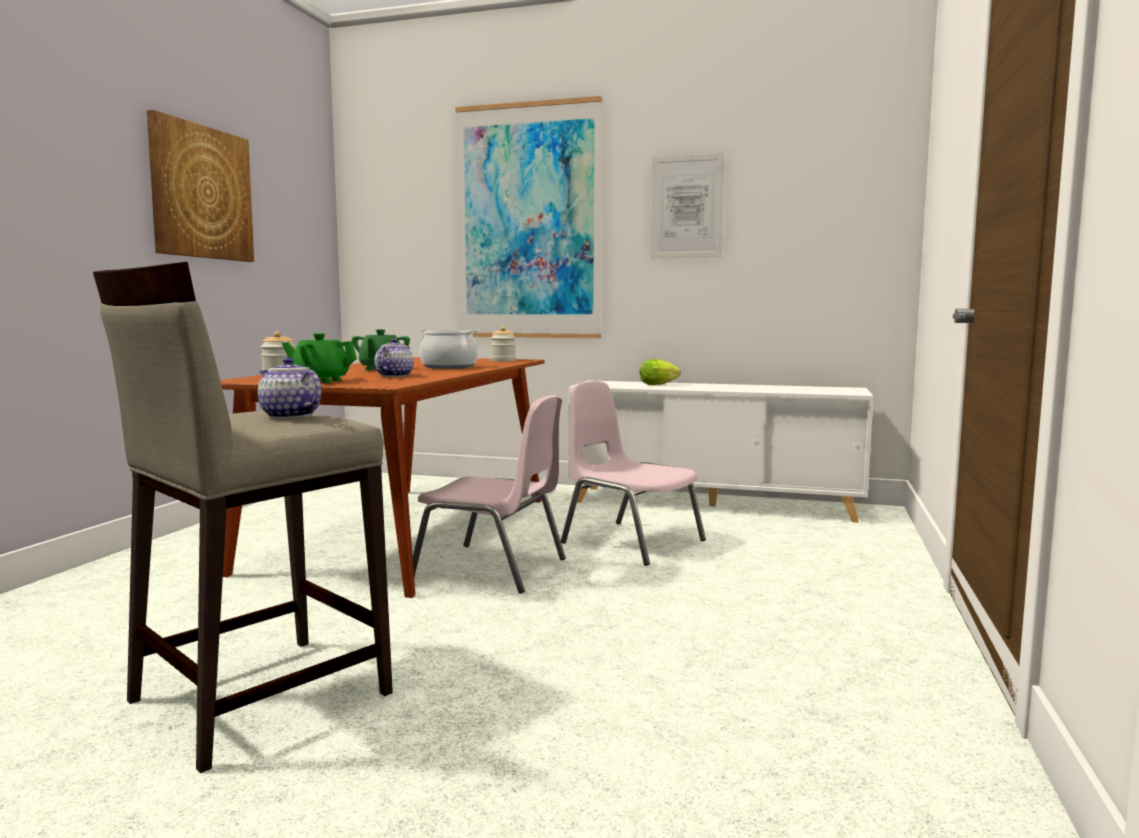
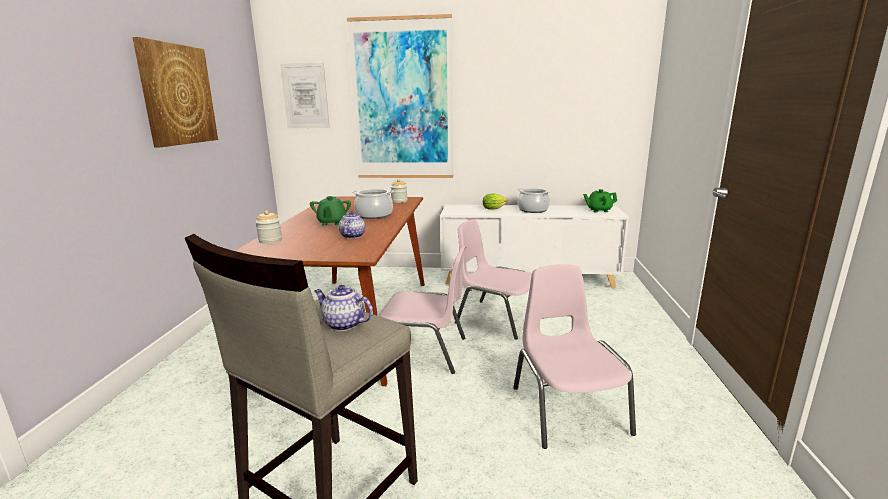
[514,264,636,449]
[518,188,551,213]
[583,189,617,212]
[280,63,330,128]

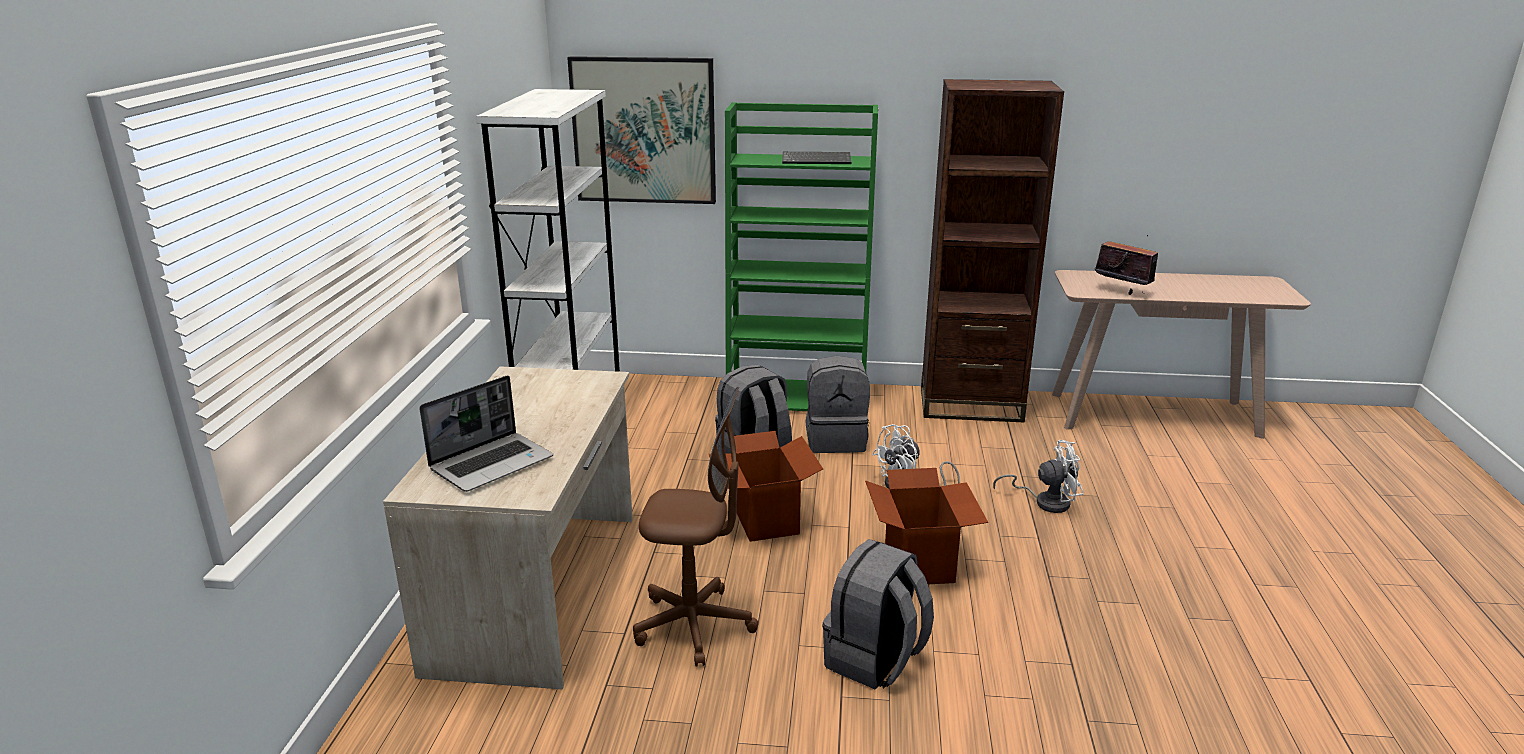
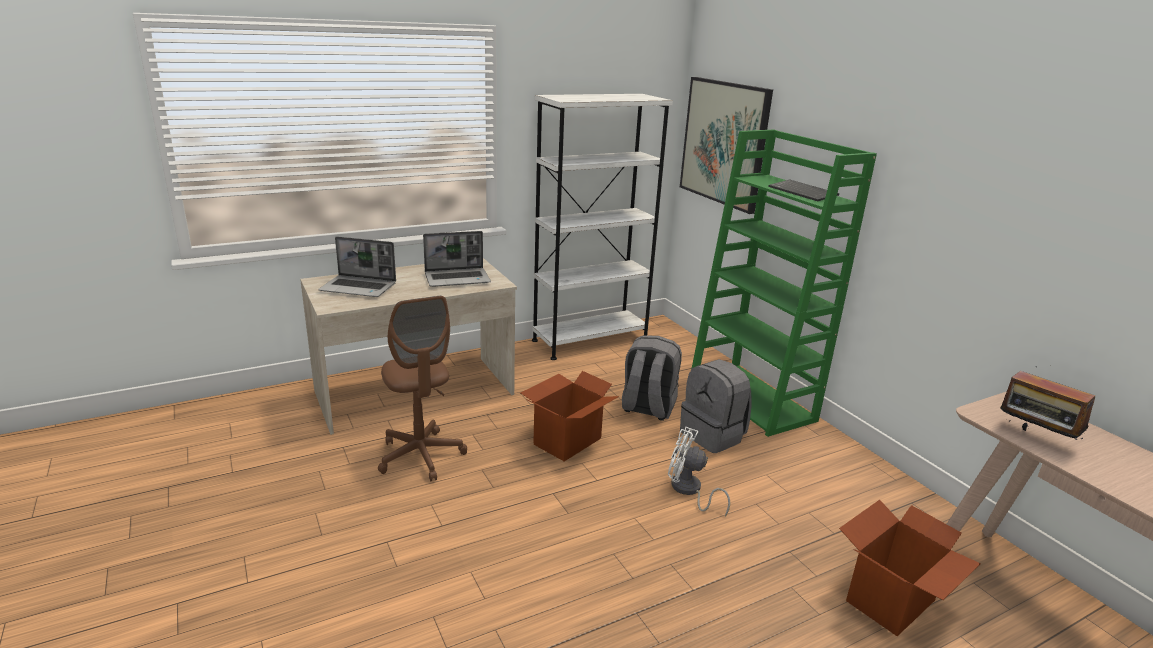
[822,539,934,690] (first image)
[921,79,1064,422] (first image)
[993,440,1083,513] (first image)
[423,231,491,287]
[839,500,981,636]
[1000,366,1095,442]

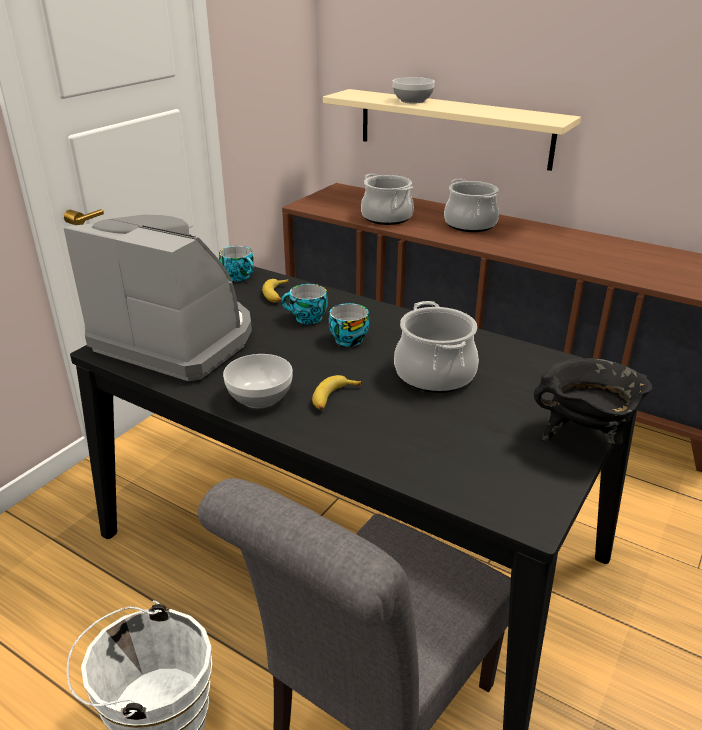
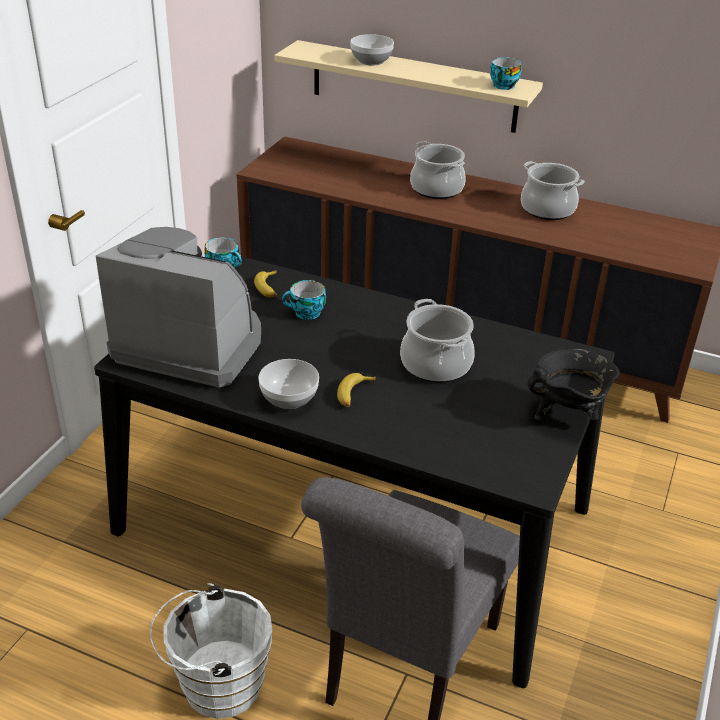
[490,57,522,90]
[521,161,584,220]

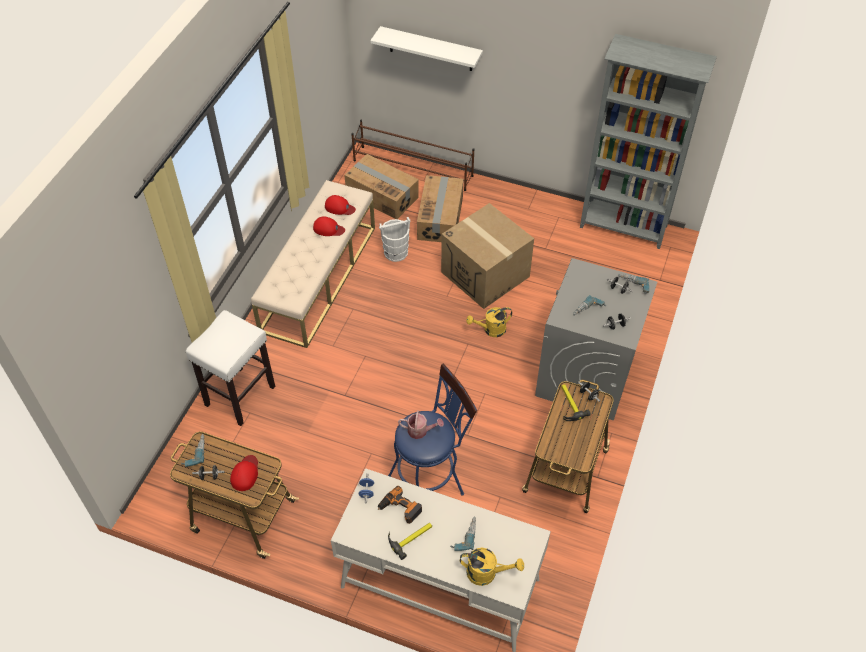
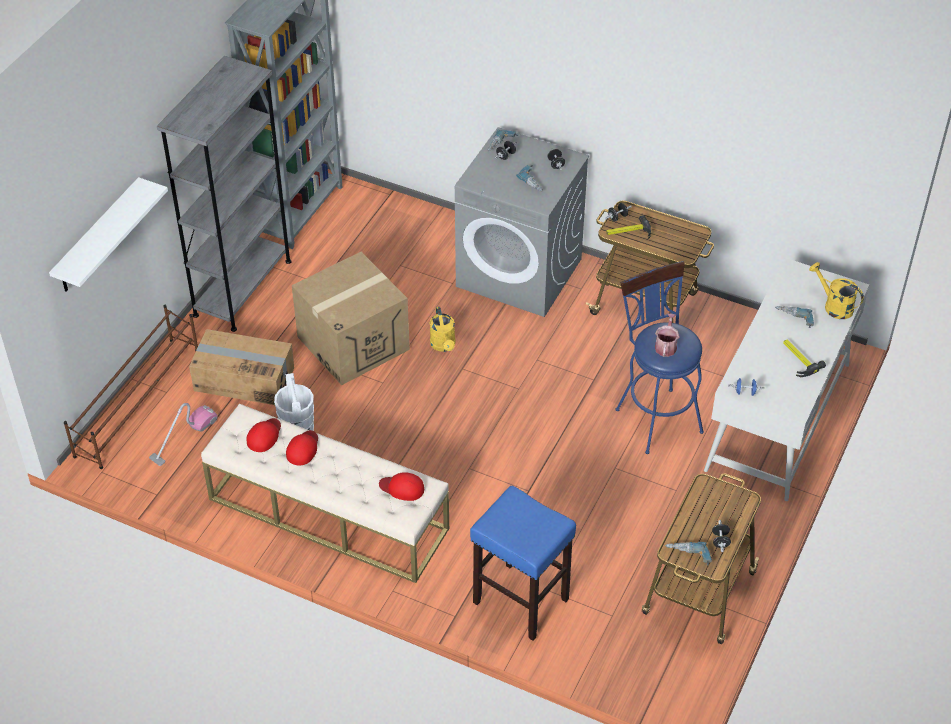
[378,486,422,524] (first image)
[157,56,292,332]
[379,472,424,501]
[149,403,218,466]
[470,486,576,641]
[809,262,864,319]

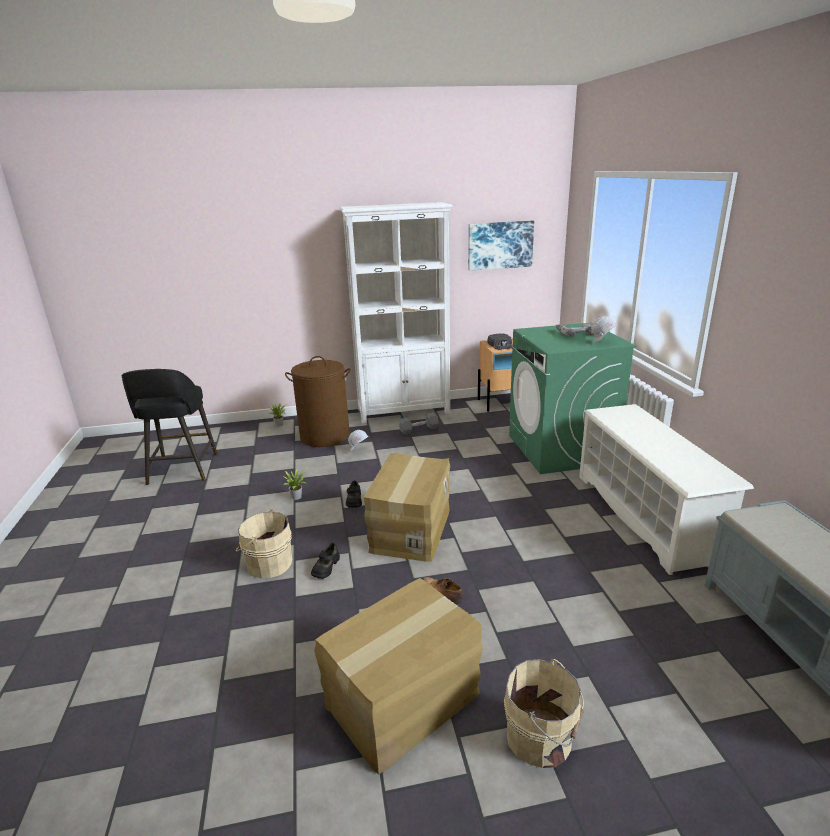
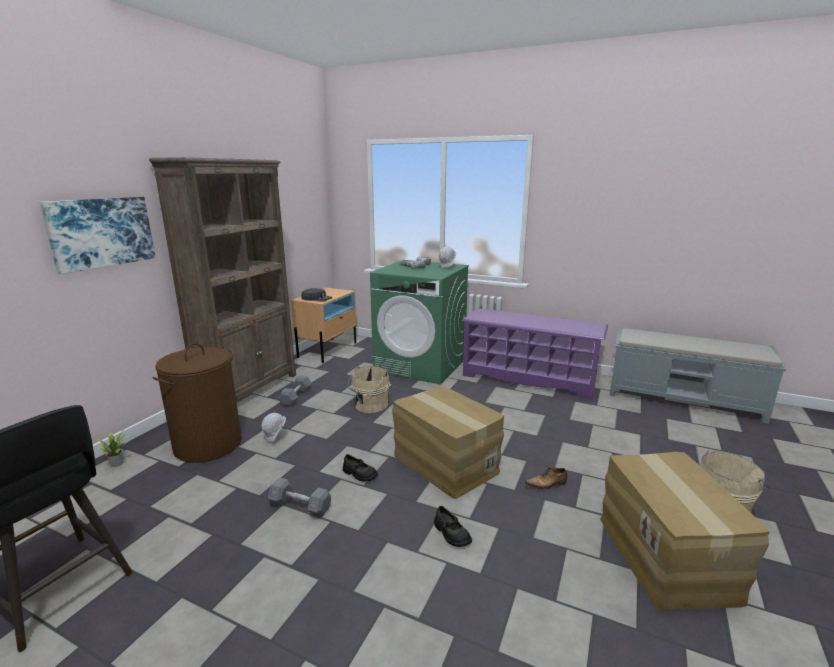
[348,366,390,413]
[39,197,155,274]
[268,477,331,518]
[149,157,296,401]
[462,308,608,400]

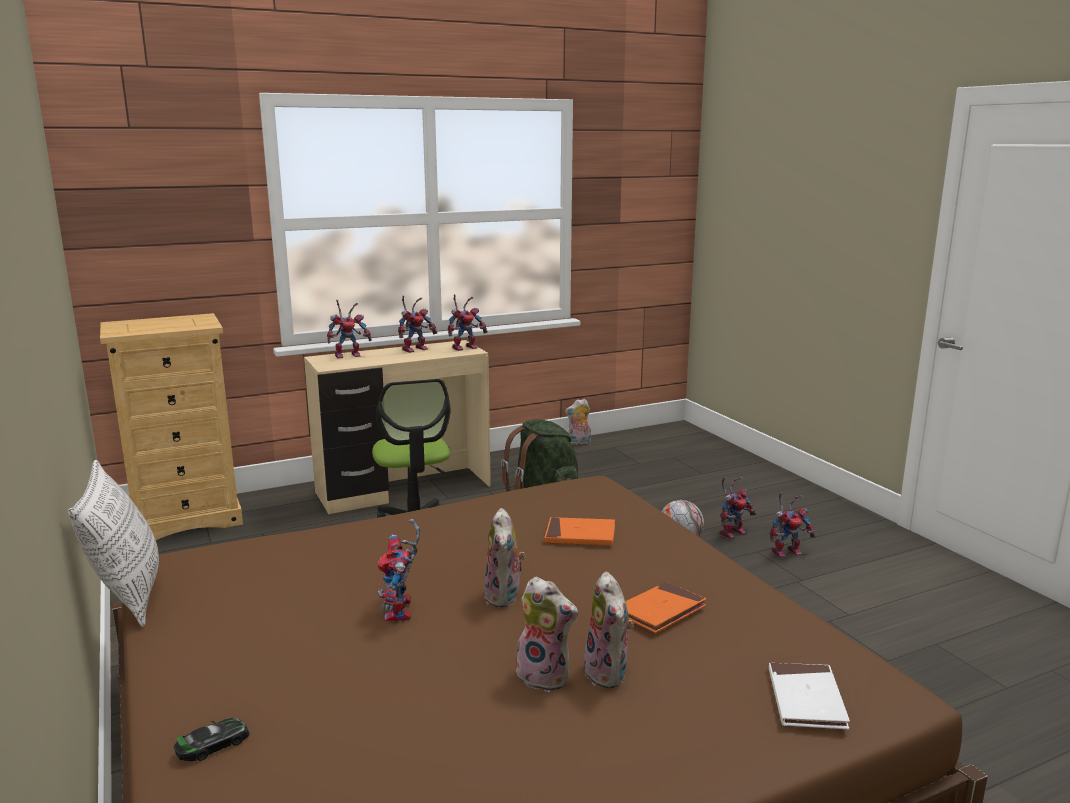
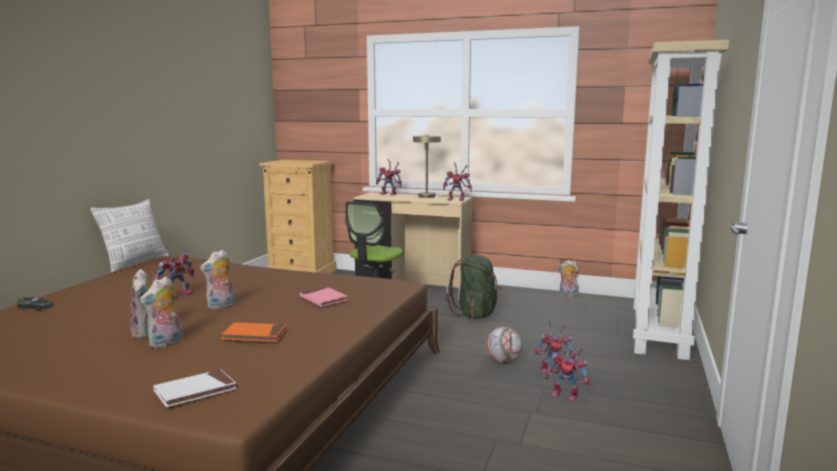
[633,40,730,360]
[413,135,457,198]
[300,286,348,307]

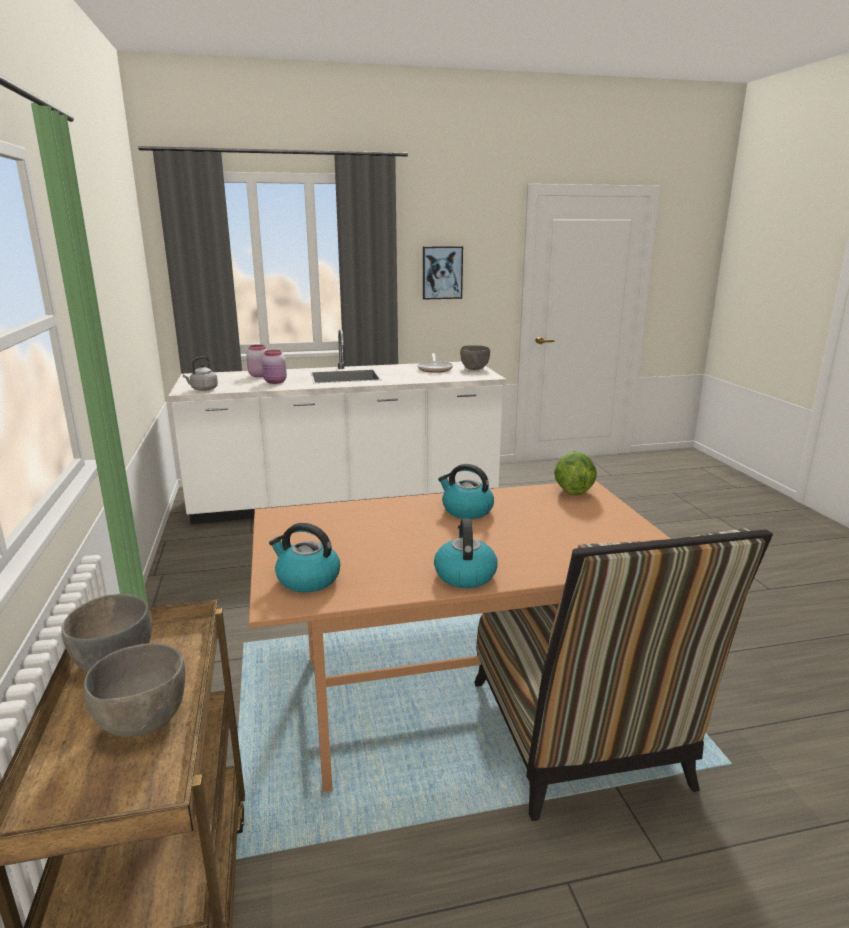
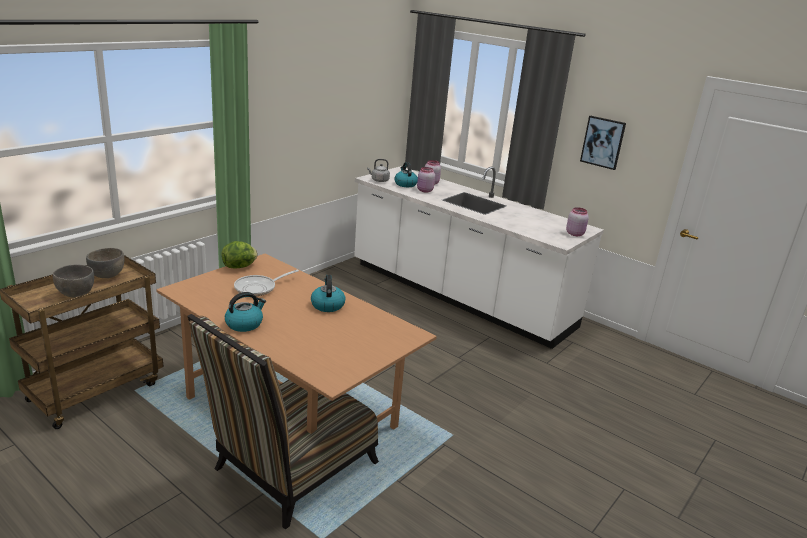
[394,162,418,187]
[234,270,299,296]
[221,241,258,268]
[566,207,589,236]

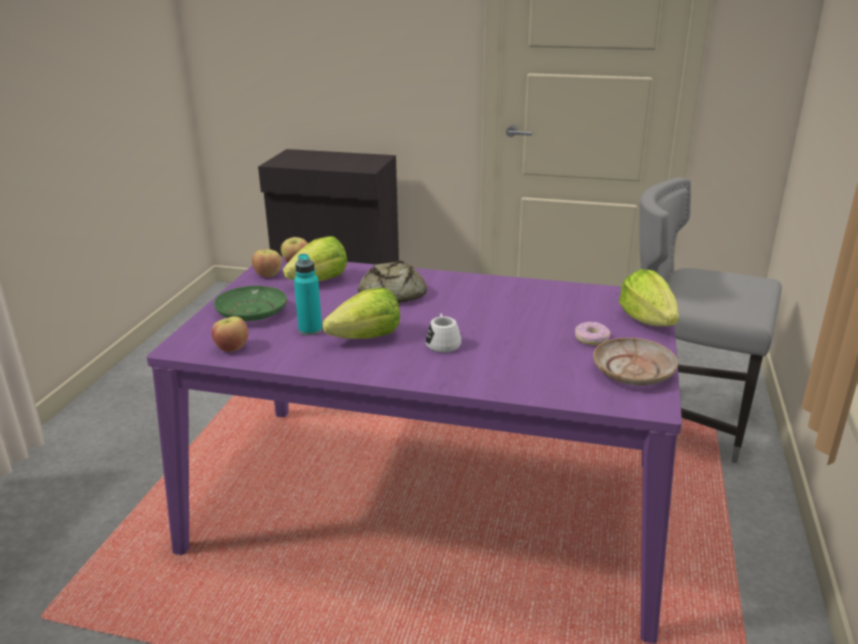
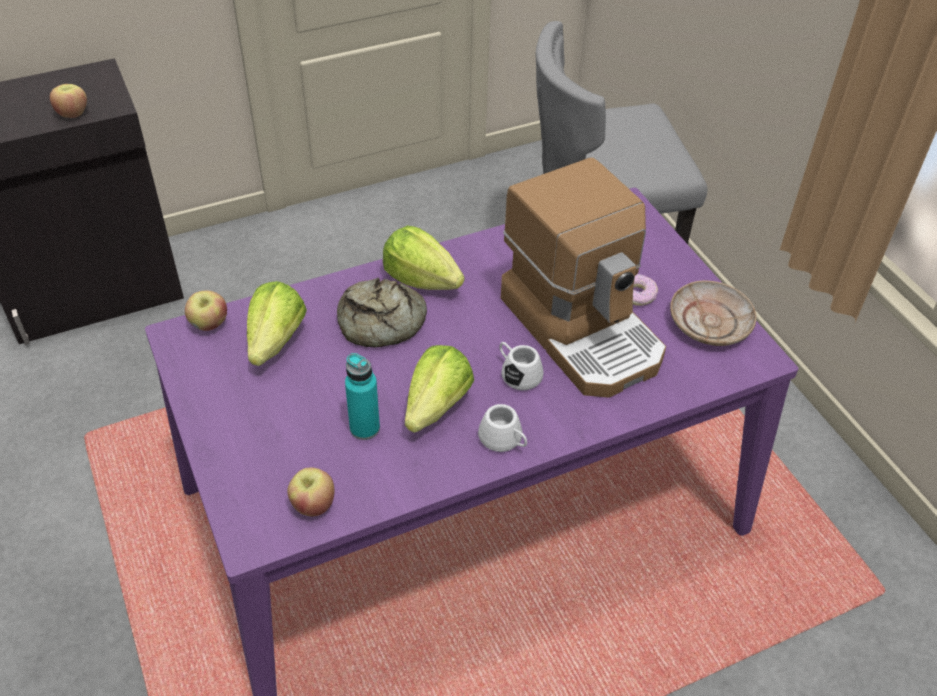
[214,286,287,321] (first image)
[478,404,527,452]
[501,158,666,398]
[50,84,87,118]
[383,226,464,290]

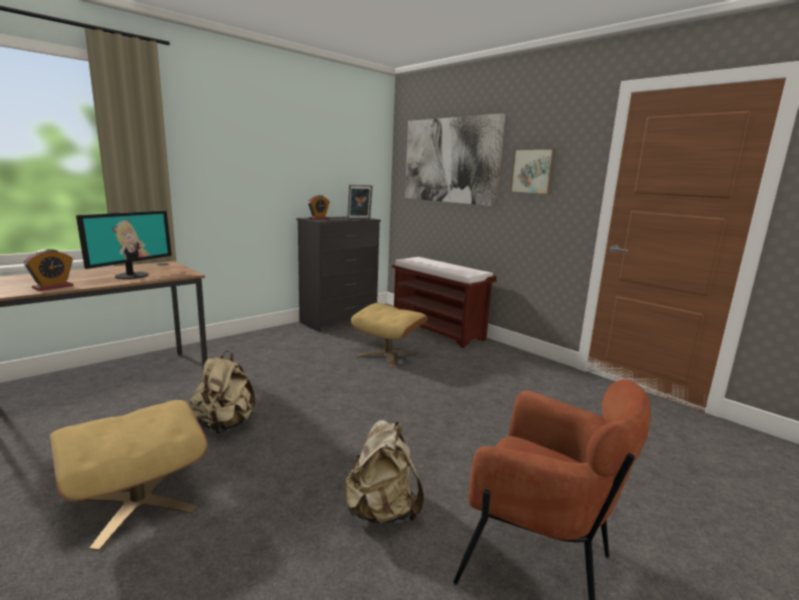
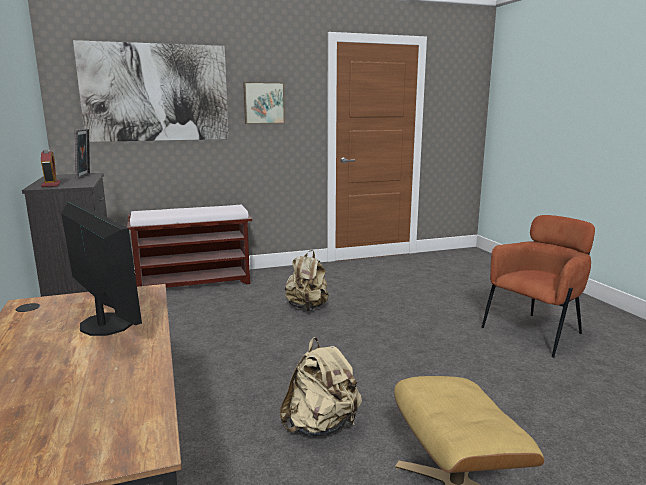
[24,249,73,291] (first image)
[351,303,428,368] (first image)
[285,250,329,311]

